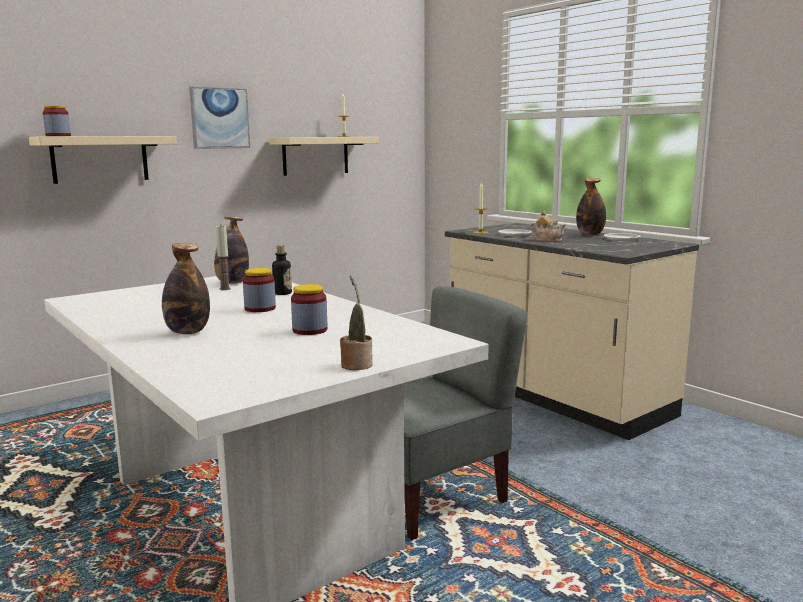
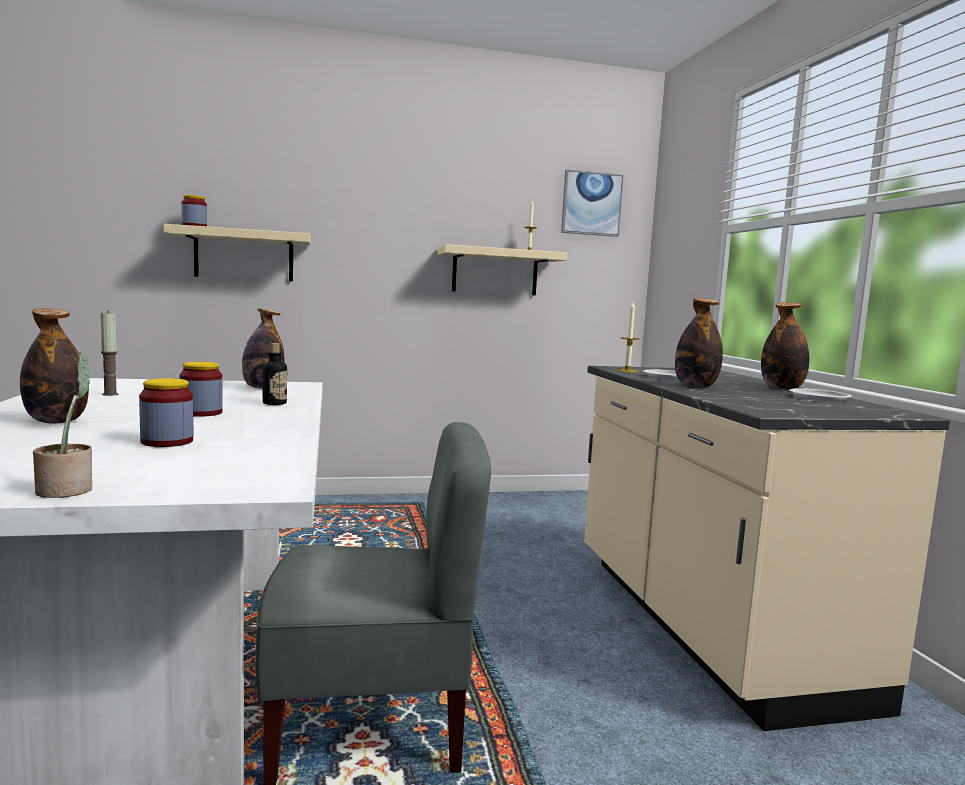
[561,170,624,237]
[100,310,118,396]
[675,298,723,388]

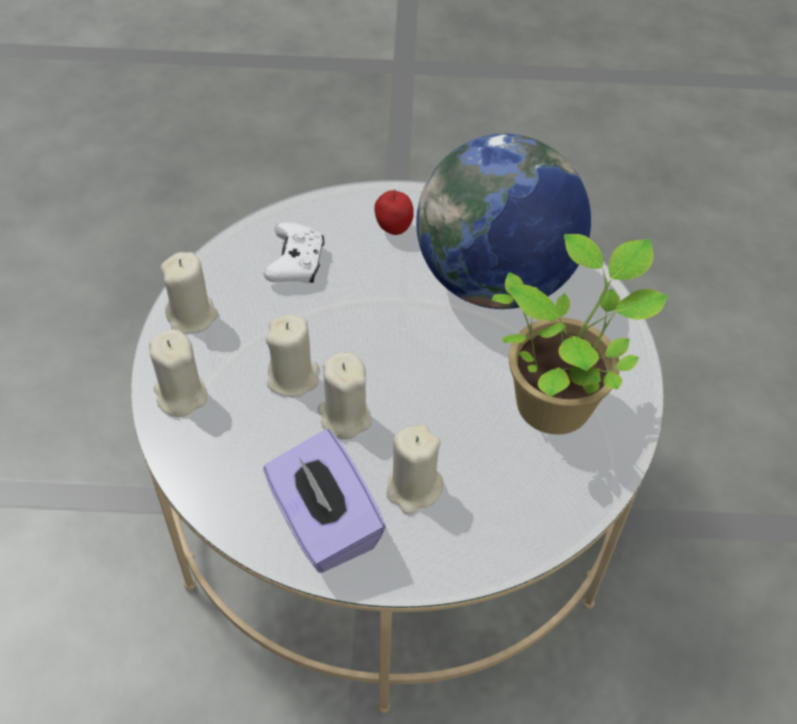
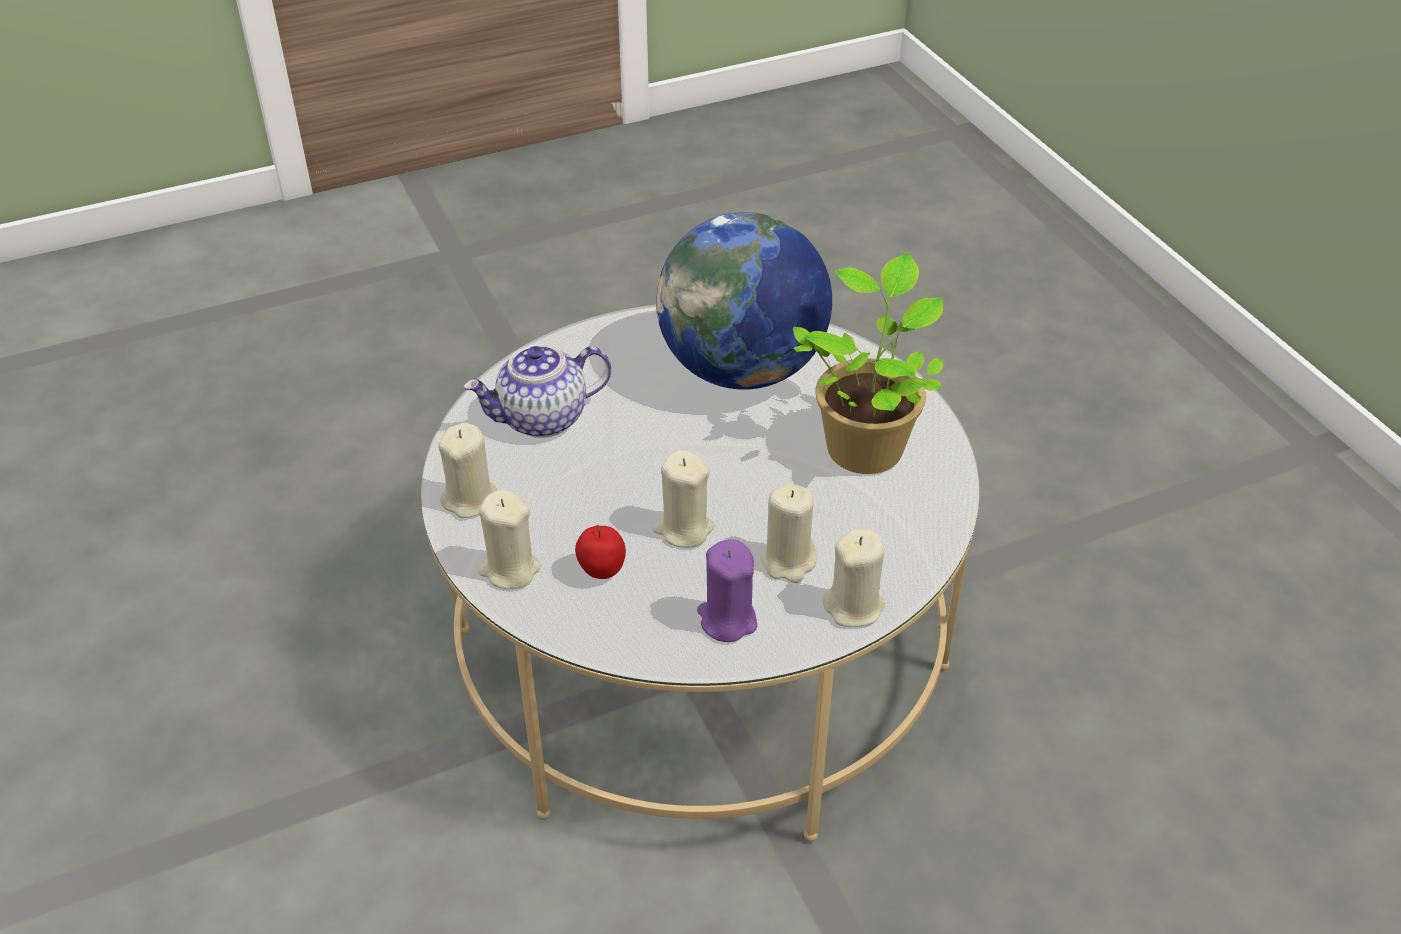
[823,529,885,627]
[575,525,626,579]
[697,539,757,642]
[463,344,611,438]

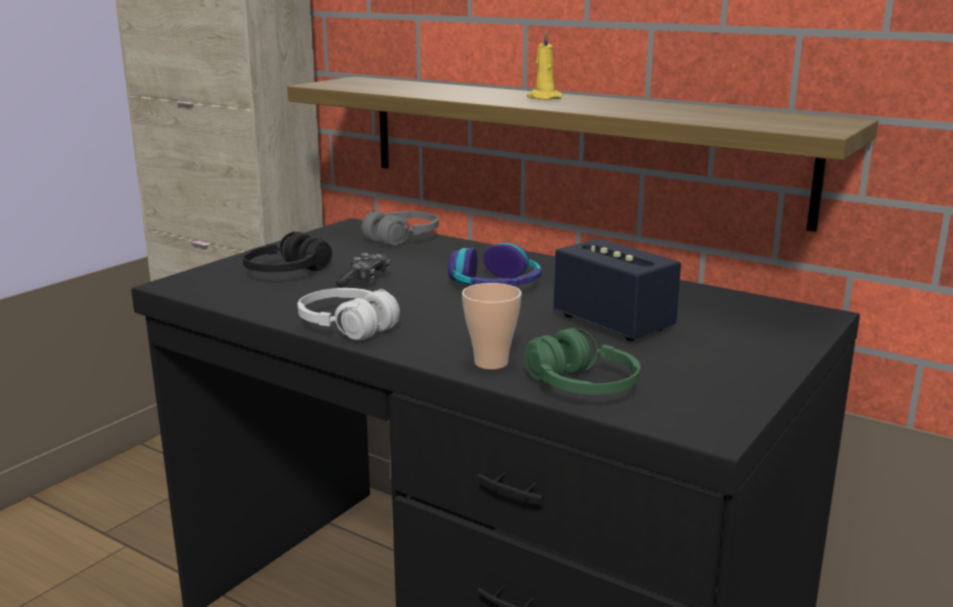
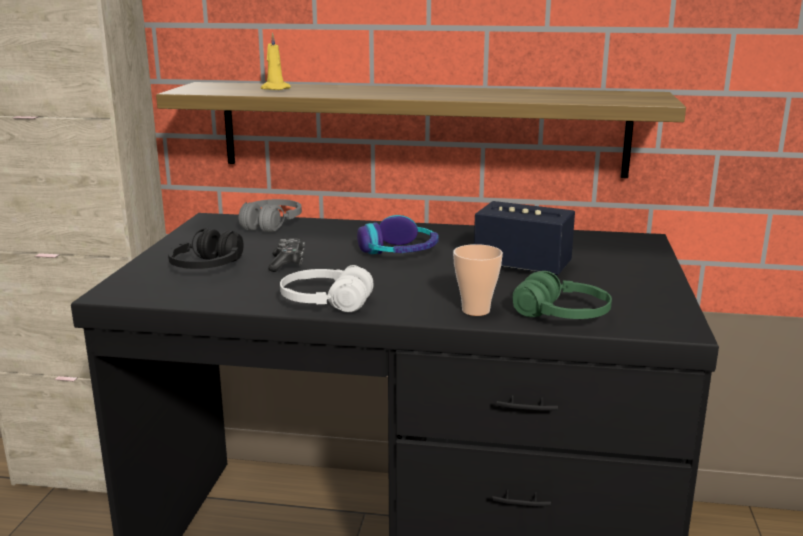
[261,33,291,90]

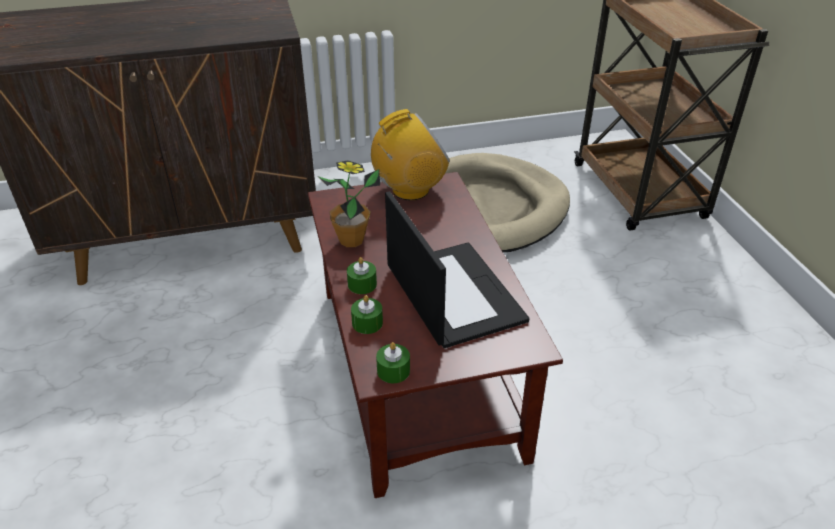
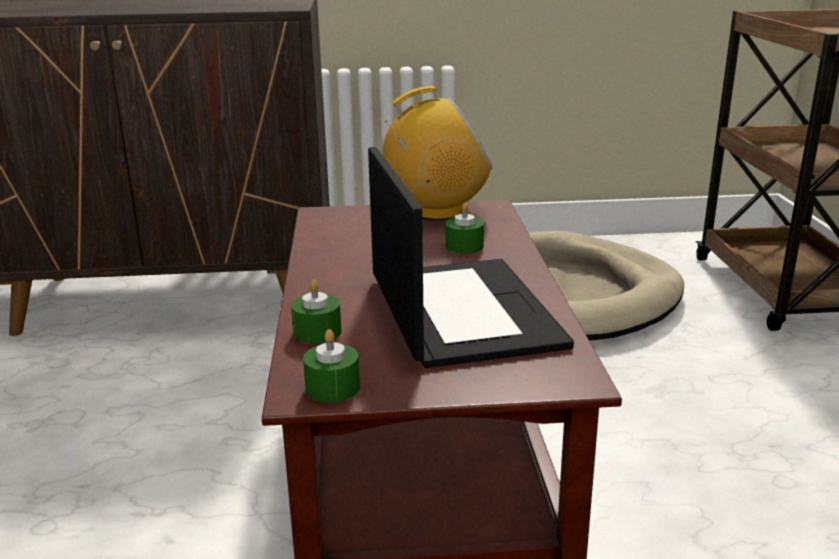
[319,160,380,247] (first image)
[445,203,484,254]

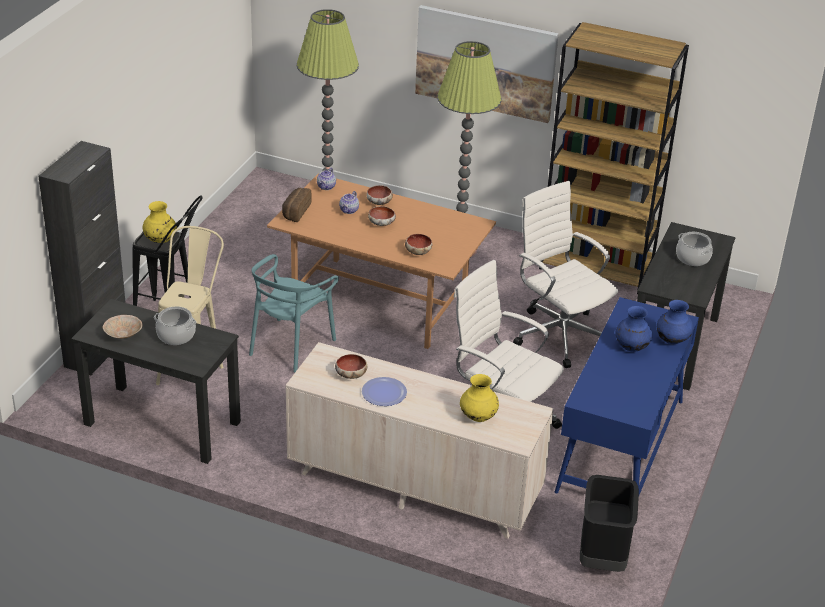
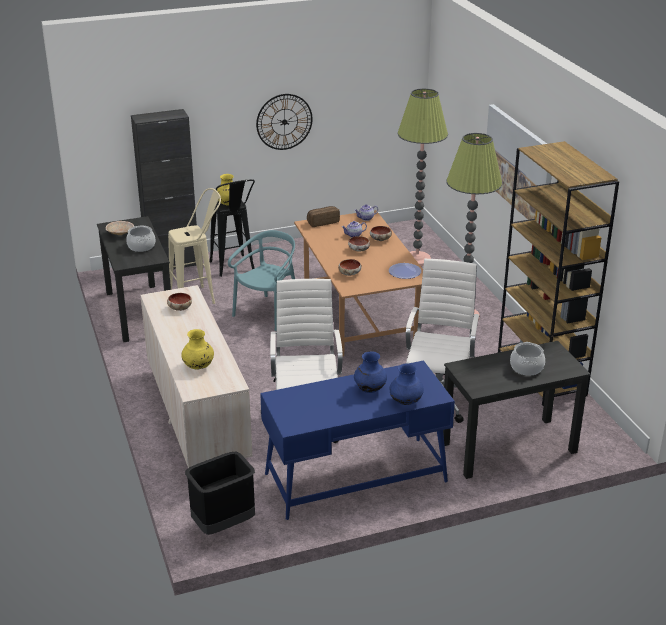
[256,94,313,150]
[389,263,421,279]
[228,230,295,331]

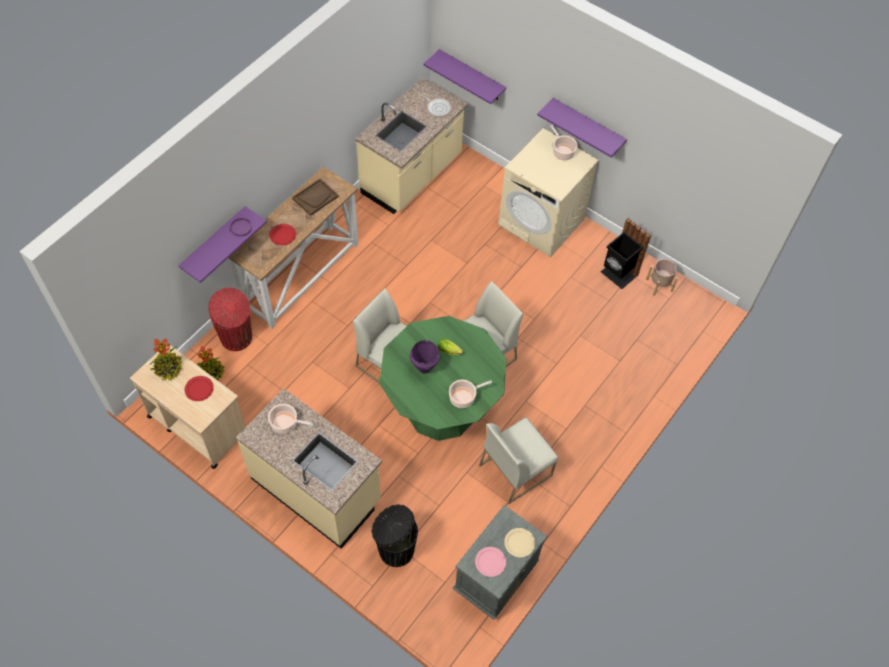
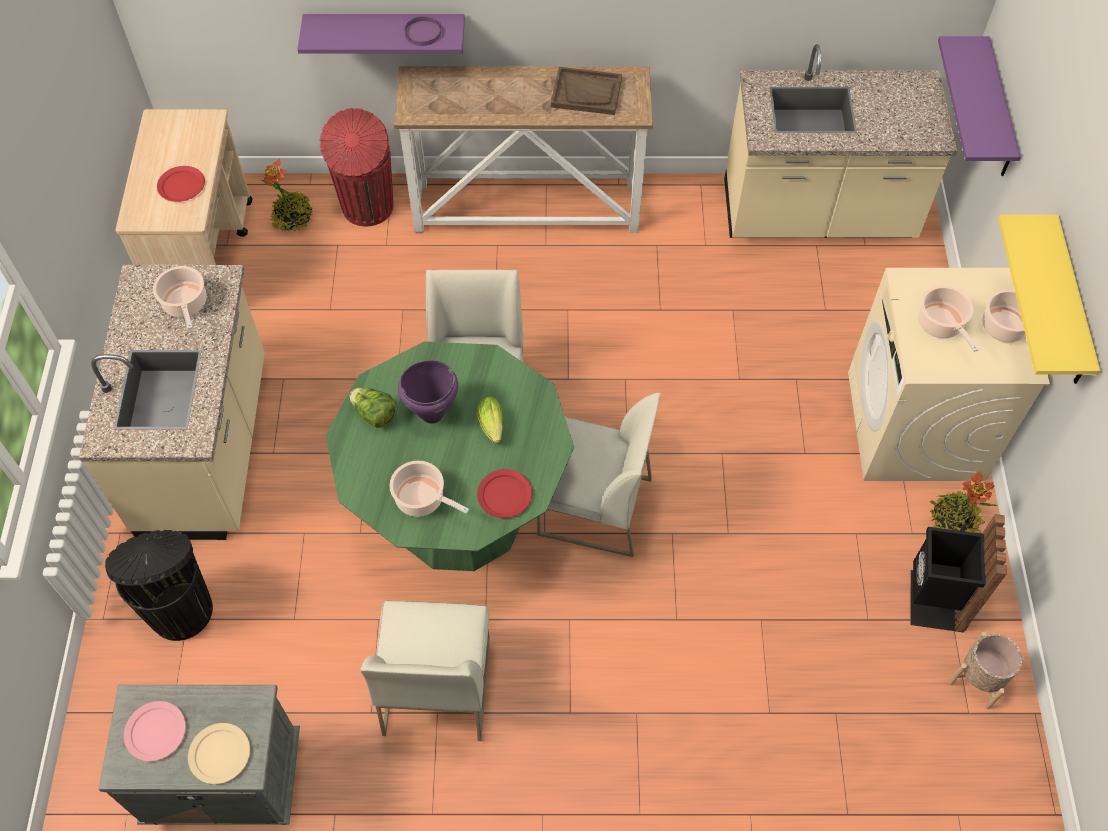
[419,94,452,117] (first image)
[350,388,396,428]
[918,285,979,352]
[930,471,997,533]
[477,469,532,518]
[998,214,1100,384]
[360,601,490,741]

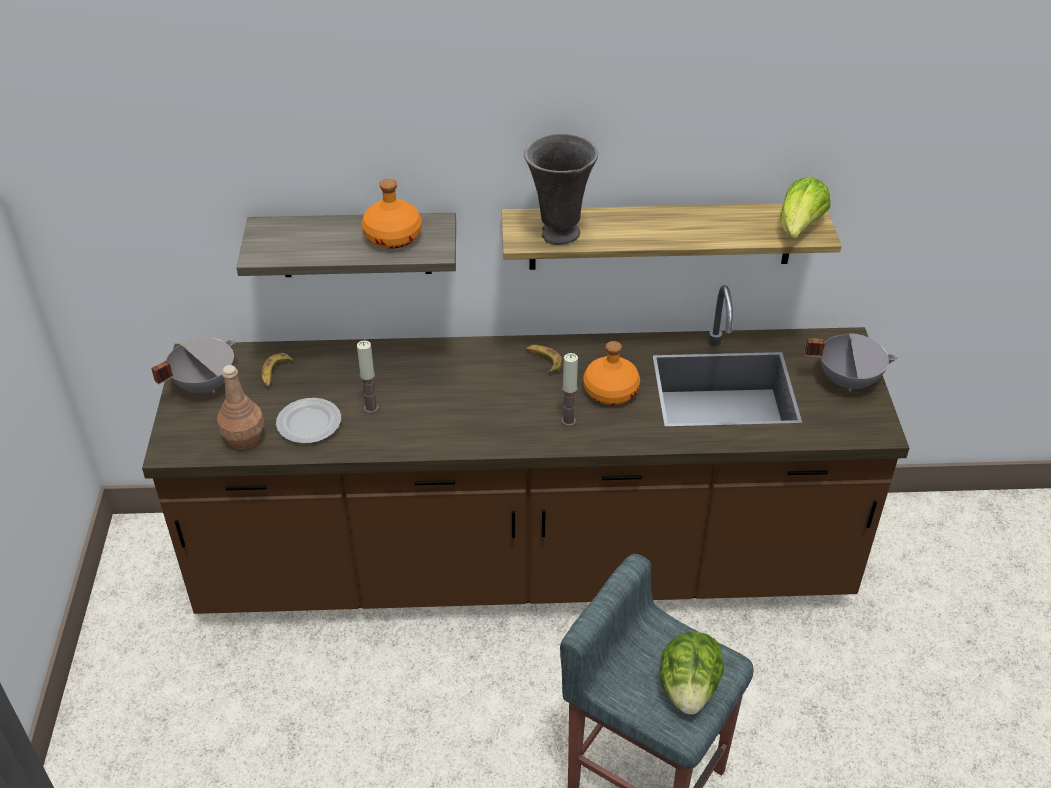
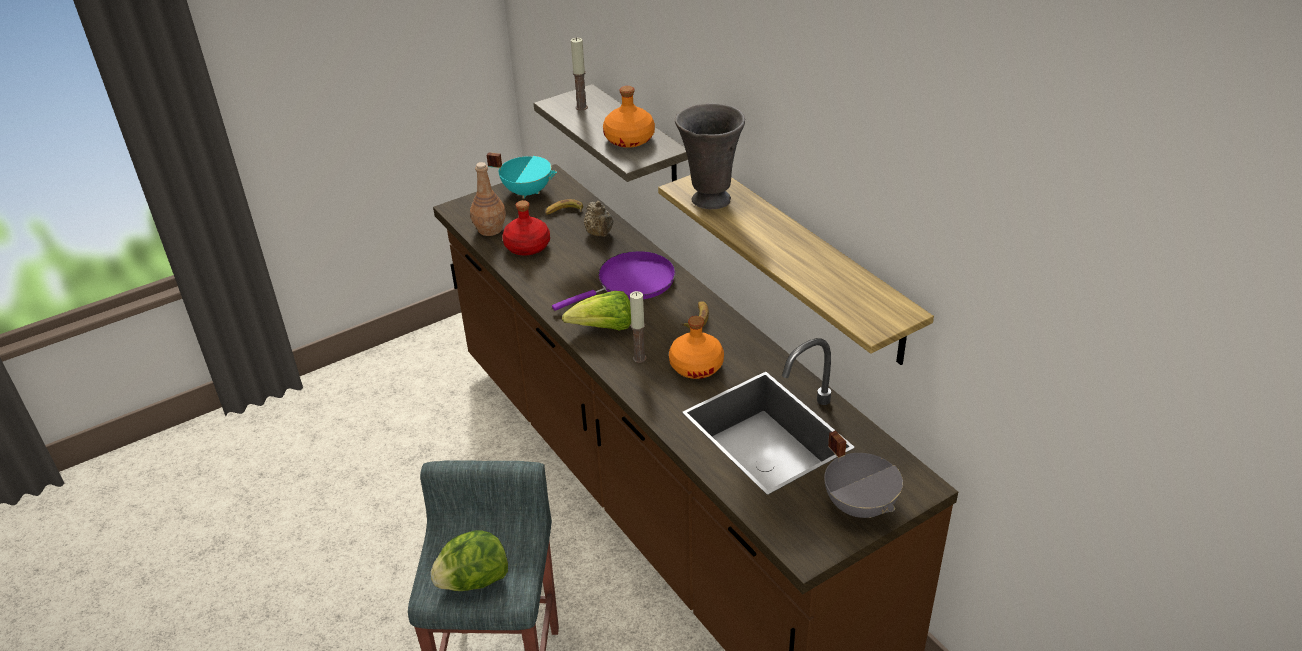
[552,251,675,311]
[584,201,613,237]
[571,38,588,111]
[562,291,631,330]
[502,200,550,255]
[487,152,557,199]

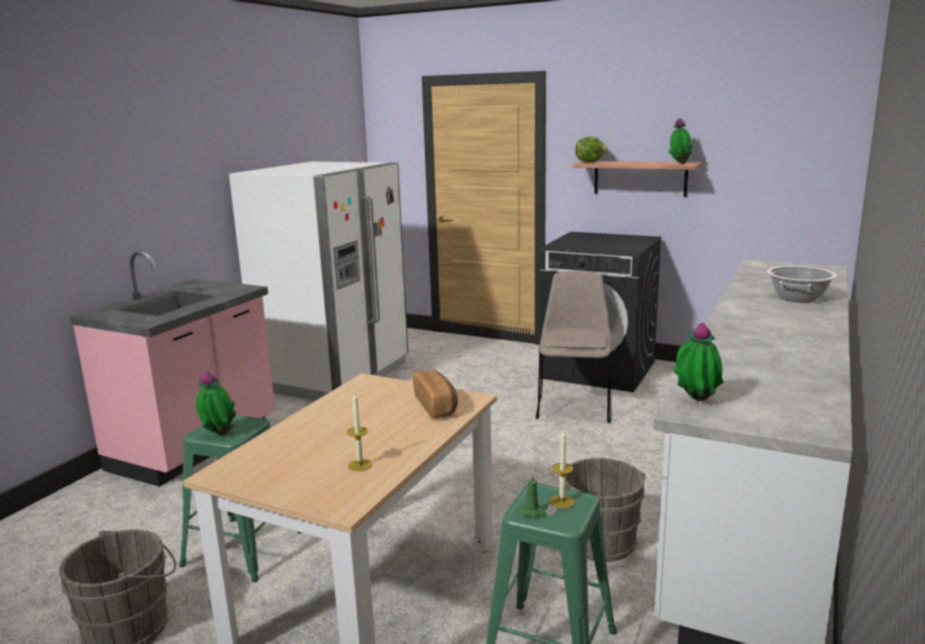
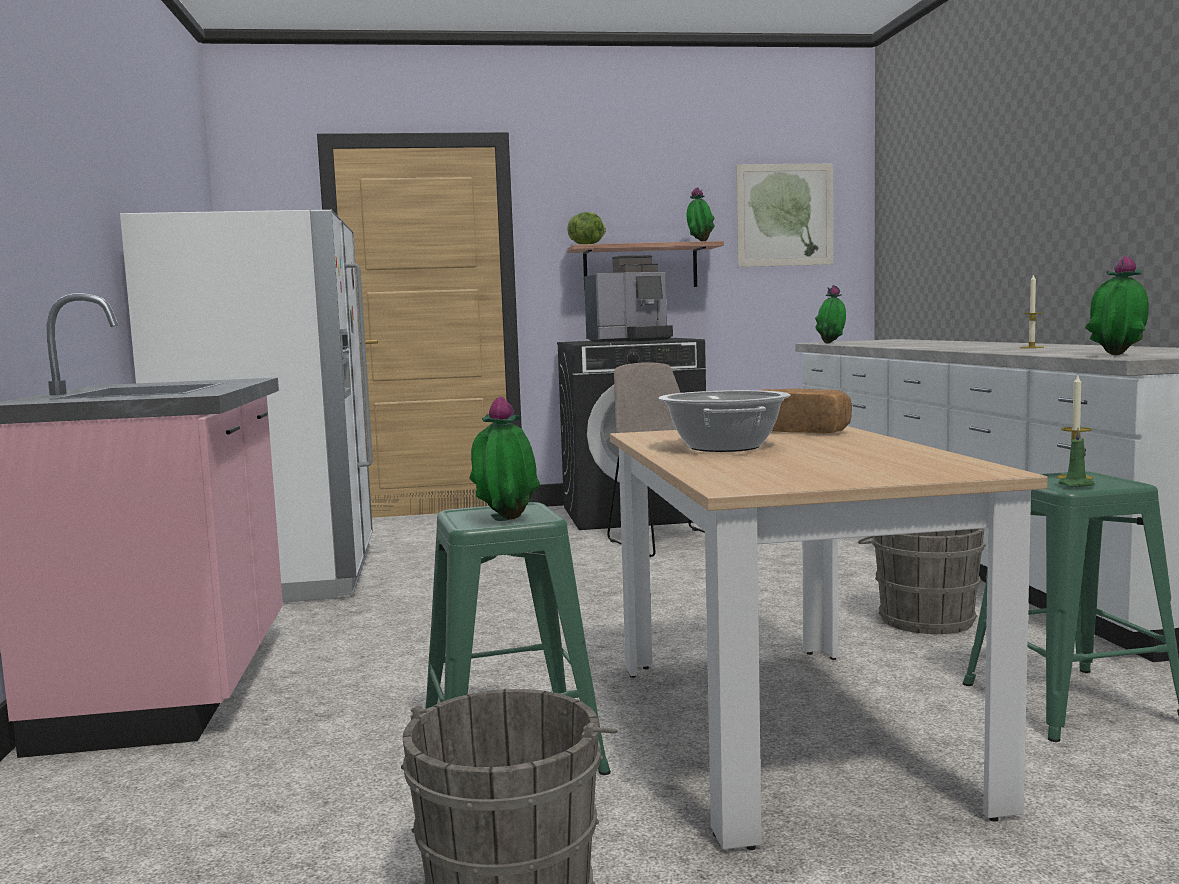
[584,255,673,342]
[736,163,833,267]
[815,285,846,344]
[1020,274,1044,348]
[659,390,790,452]

